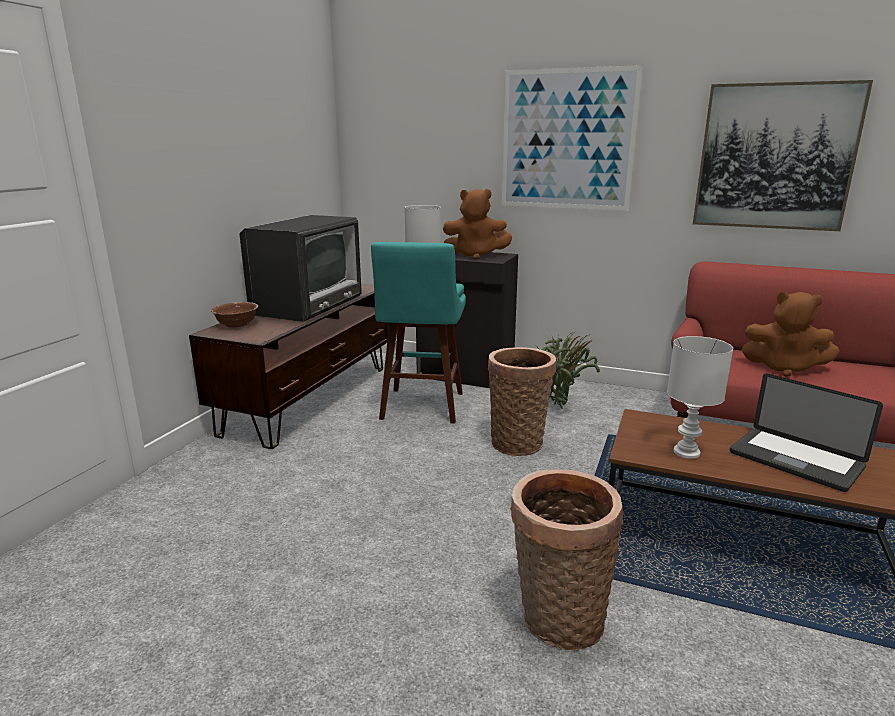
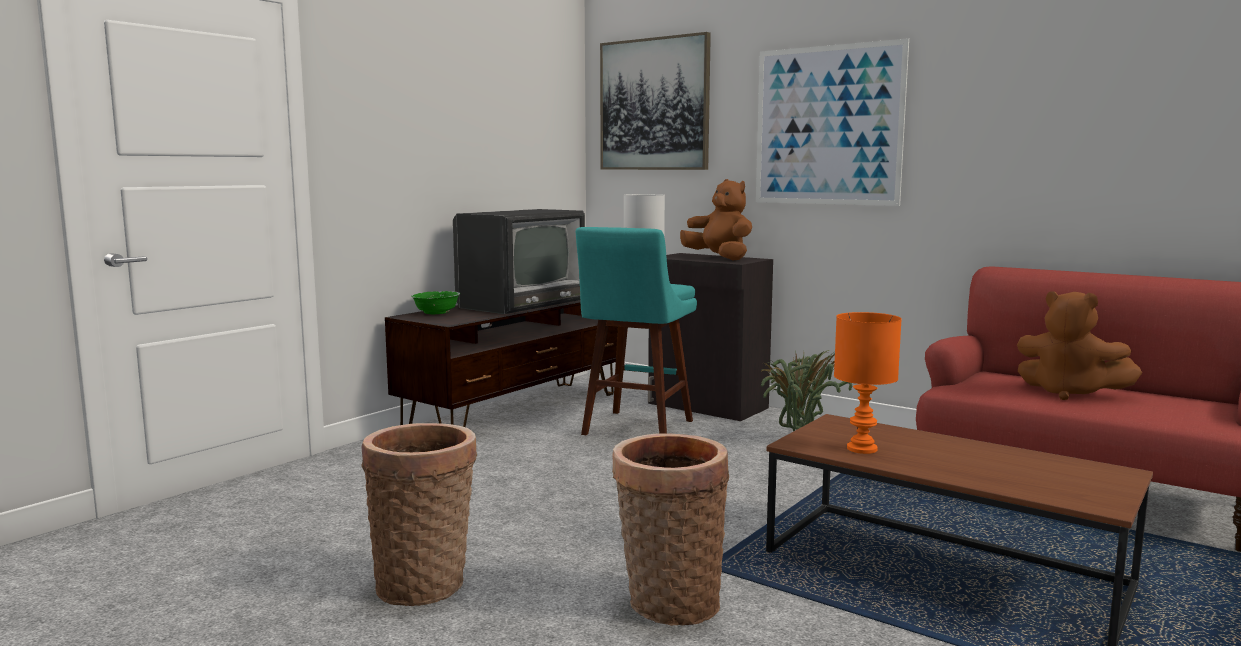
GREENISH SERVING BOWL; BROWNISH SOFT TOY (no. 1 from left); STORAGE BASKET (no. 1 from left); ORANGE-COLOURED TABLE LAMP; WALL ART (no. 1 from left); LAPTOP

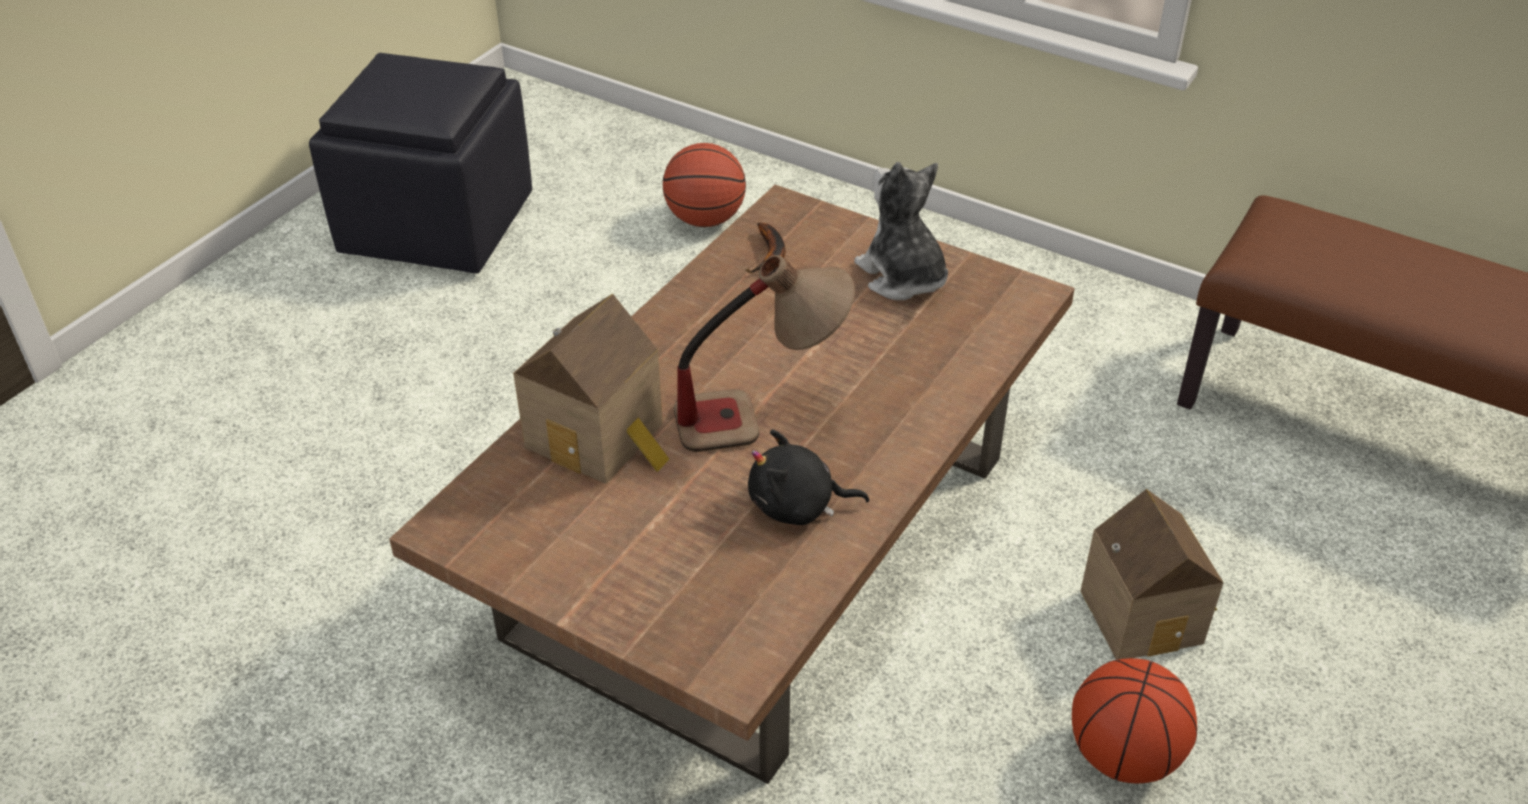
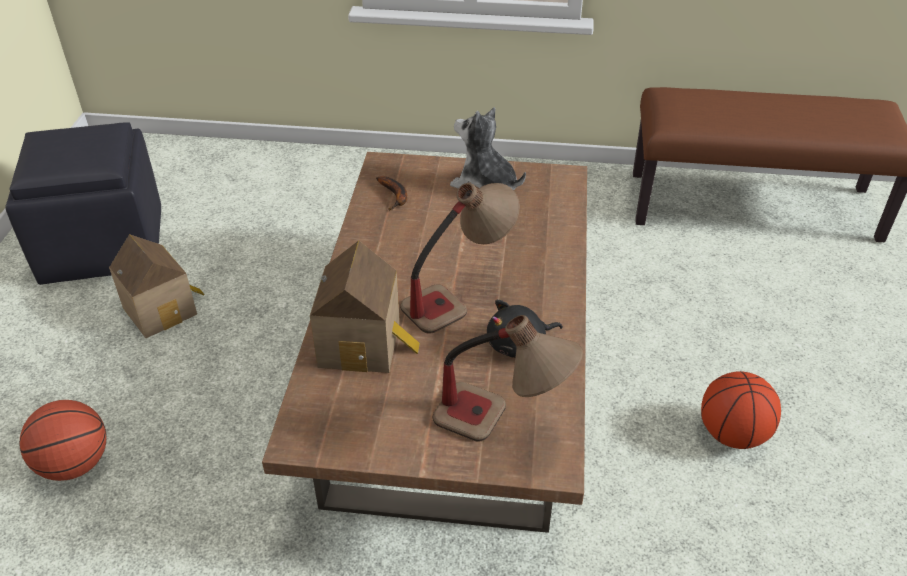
BASKETBALL (no. 1 from left); TOY HOUSE (no. 1 from left); TABLE LAMP (no. 2 from left)

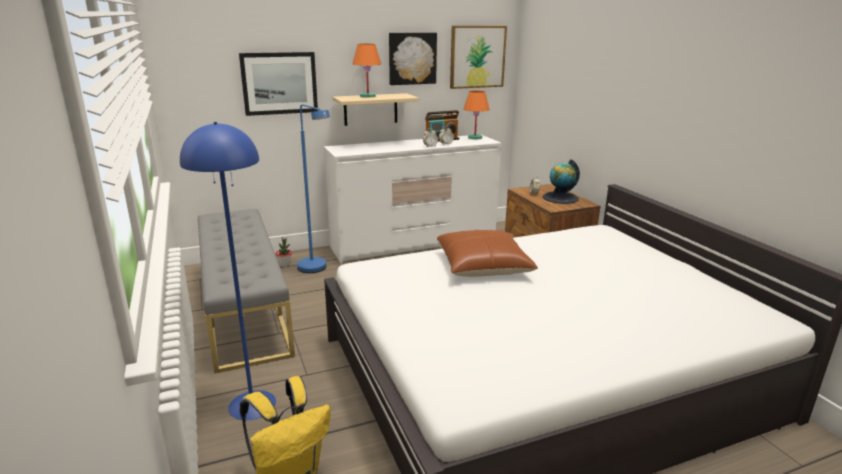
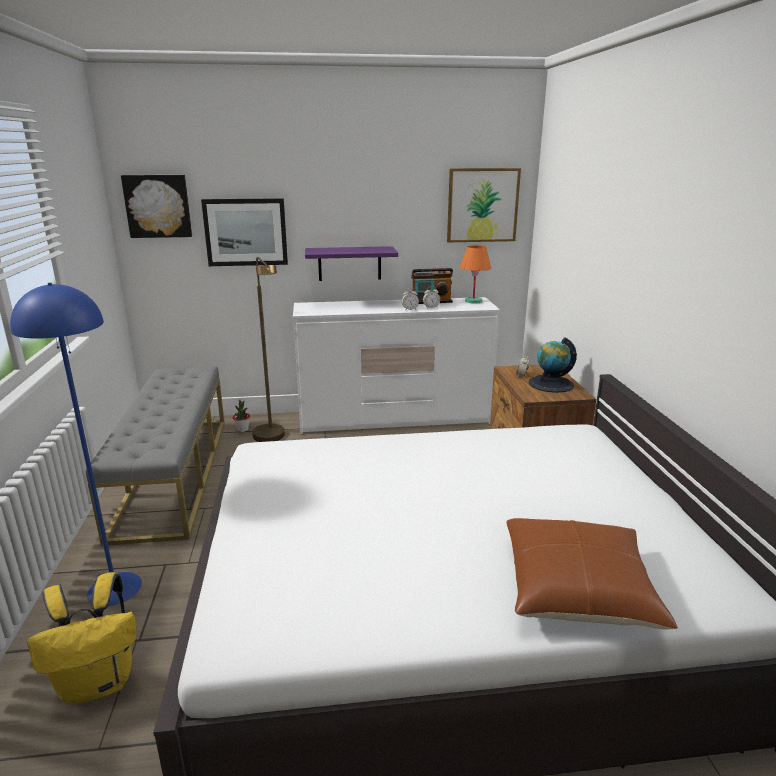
BROWNISH FLOOR LAMP; PURPLISH BRACKET SHELF; ORANGE-COLOURED TABLE LAMP (no. 1 from left in the first image); WALL ART (no. 1 from left); BROWNISH CUSHION

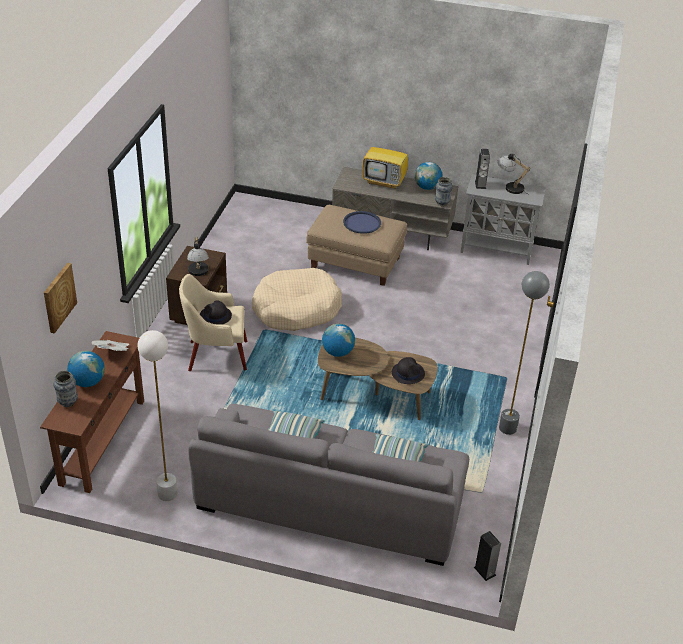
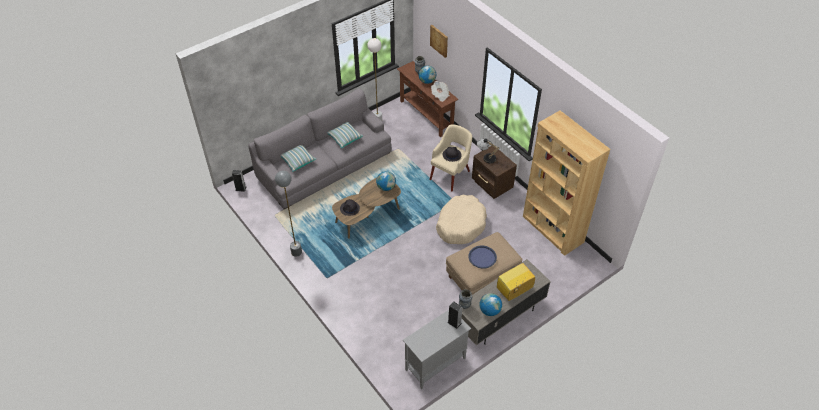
TABLE LAMP (no. 2 from left in the first image); BROWNISH BOOKCASE

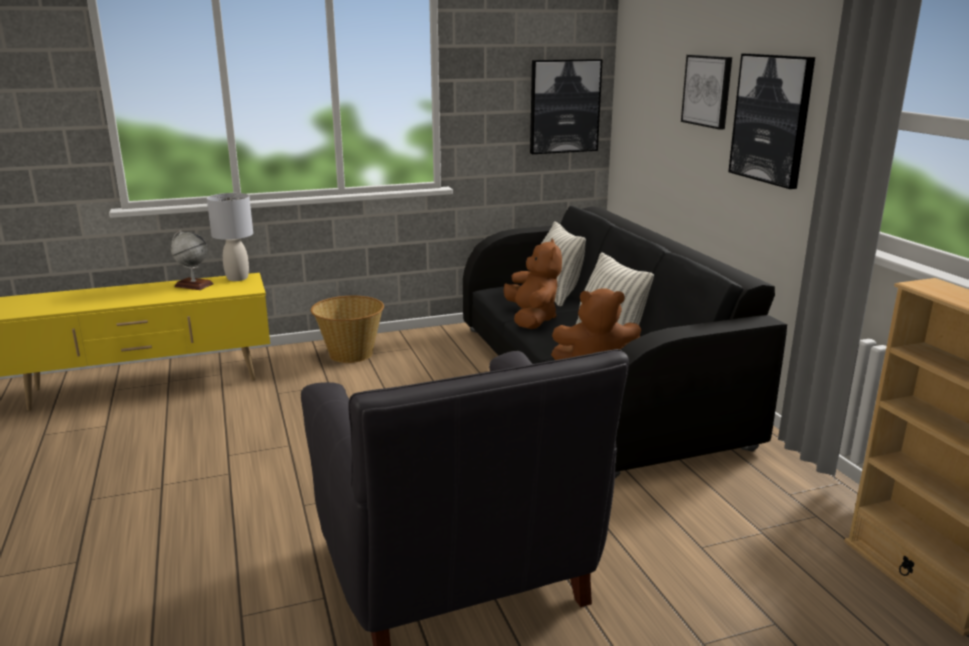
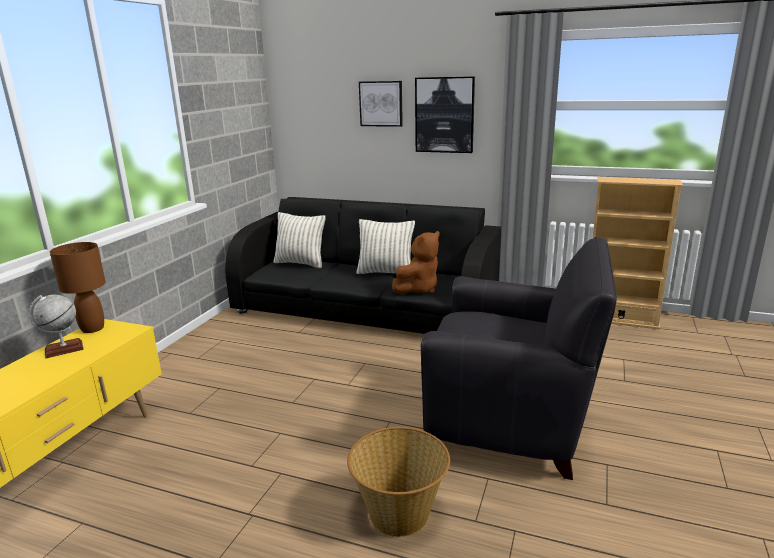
BROWNISH TABLE LAMP; STORAGE BASKET; BROWNISH SOFT TOY (no. 1 from left in the first image); WALL ART (no. 1 from left in the first image)

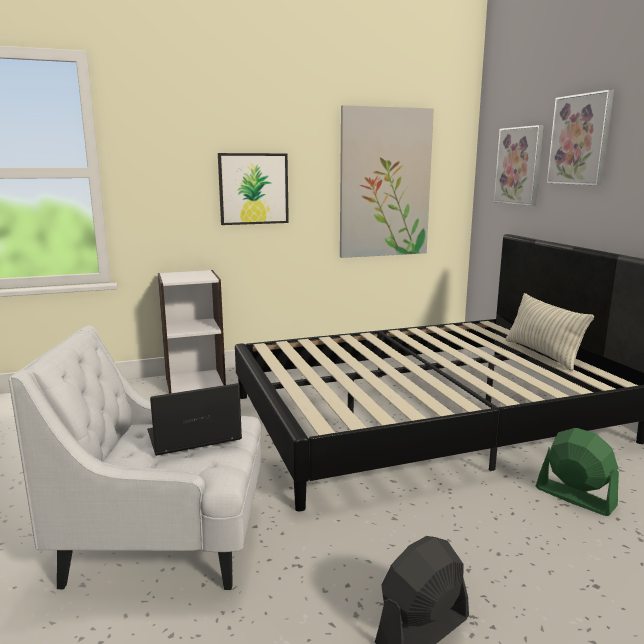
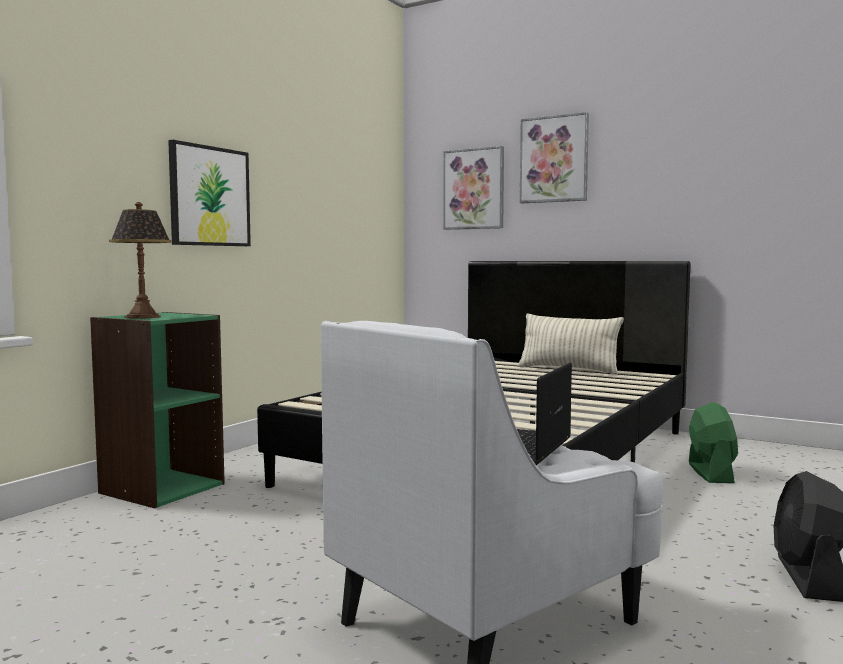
GREENISH BOOKCASE; WALL ART (no. 2 from left in the first image); GREENISH ELECTRIC FAN; TABLE LAMP

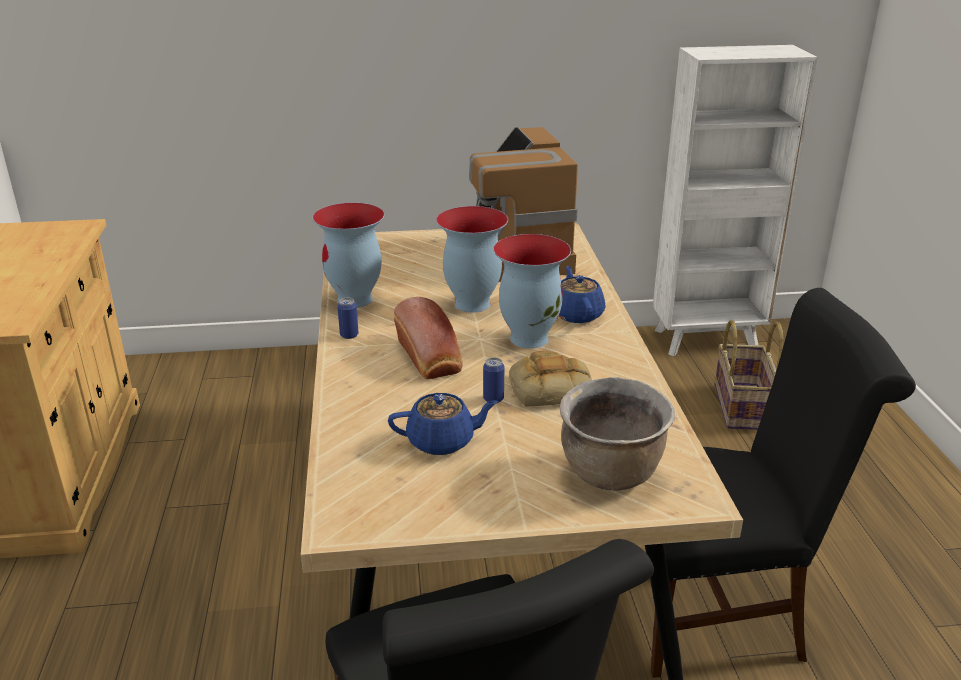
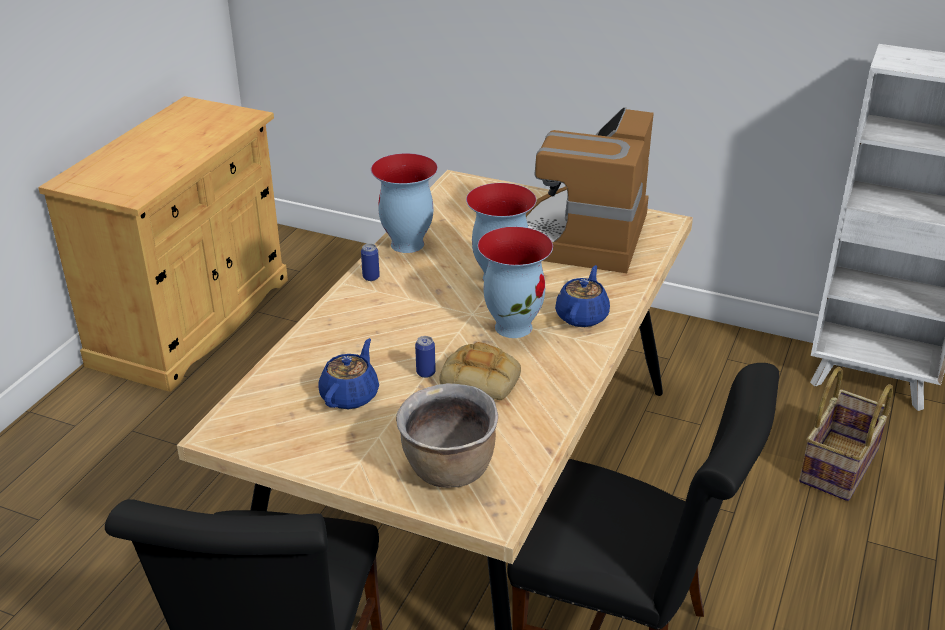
BLUE-COLOURED POT FOR TEA (no. 1 from left); BREAD (no. 1 from left in the first image)

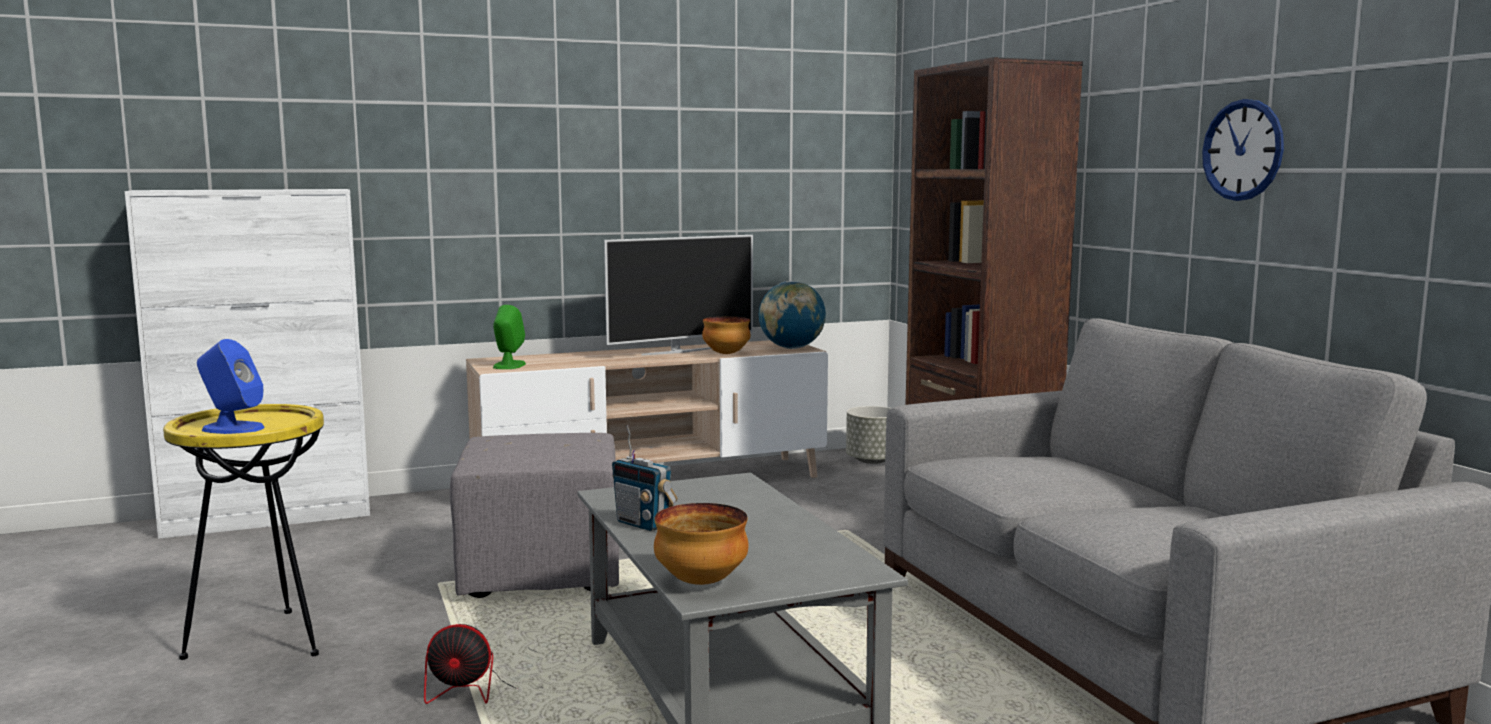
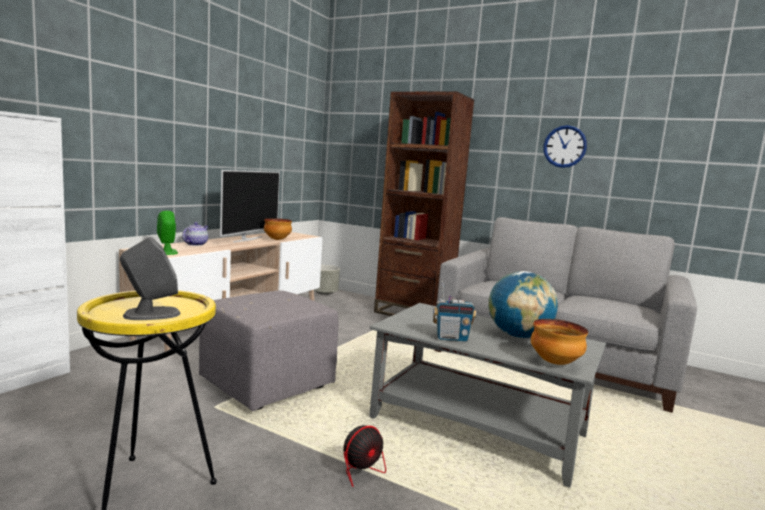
GREY SPEAKER; DESK GLOBE; POT FOR TEA

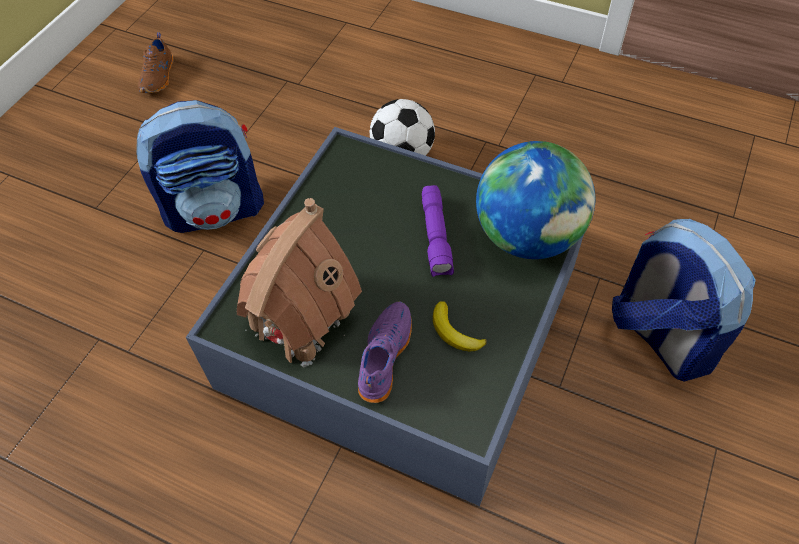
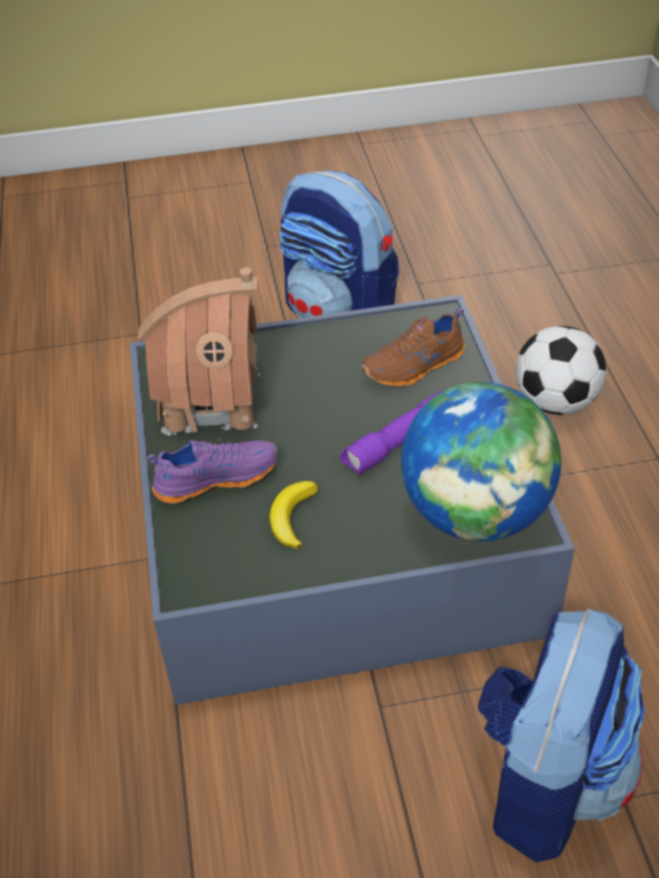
BROWNISH LOW SHOE

